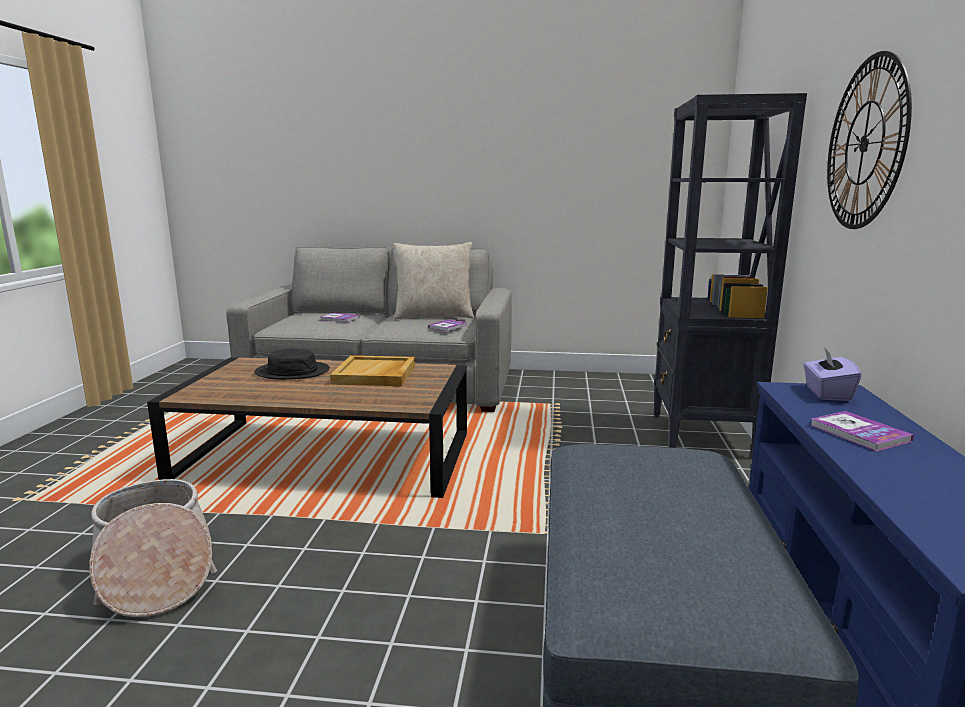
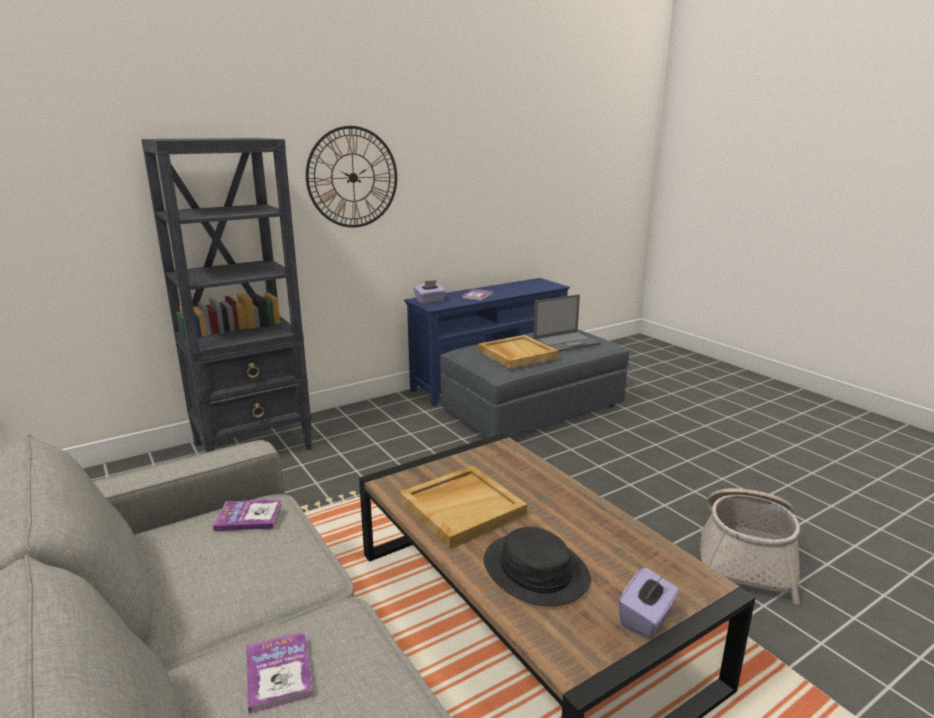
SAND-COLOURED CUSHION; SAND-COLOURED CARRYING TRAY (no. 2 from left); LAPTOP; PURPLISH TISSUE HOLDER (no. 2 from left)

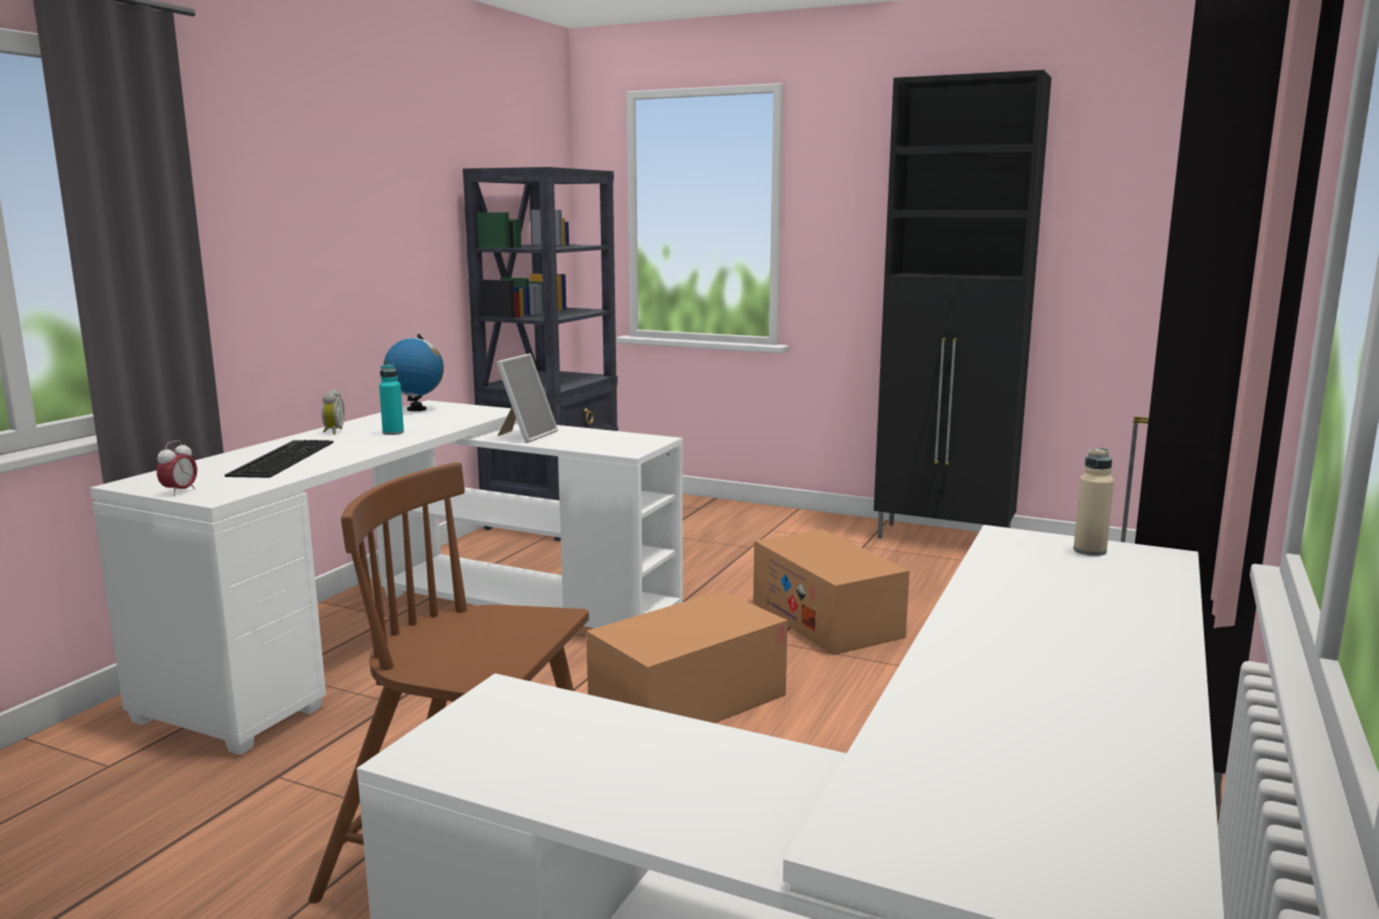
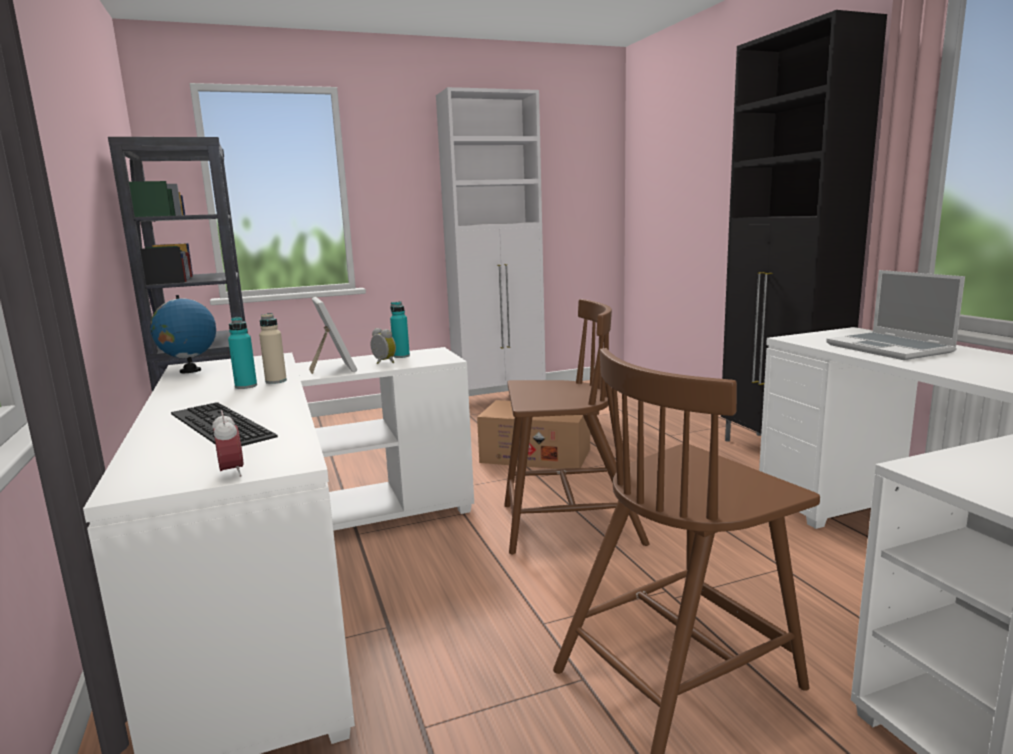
TABLE CLOCK (no. 2 from left); BROWNISH PLAIN CHAIR (no. 1 from left); WHITE-COLOURED CUPBOARD; SAND-COLOURED BOTTLE; TURQUOISE BOTTLE (no. 2 from left); LAPTOP

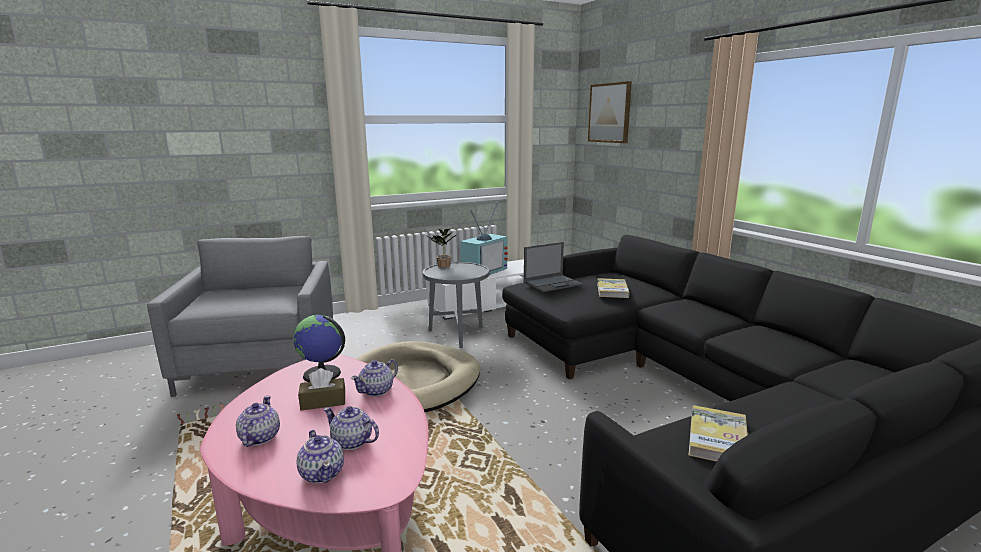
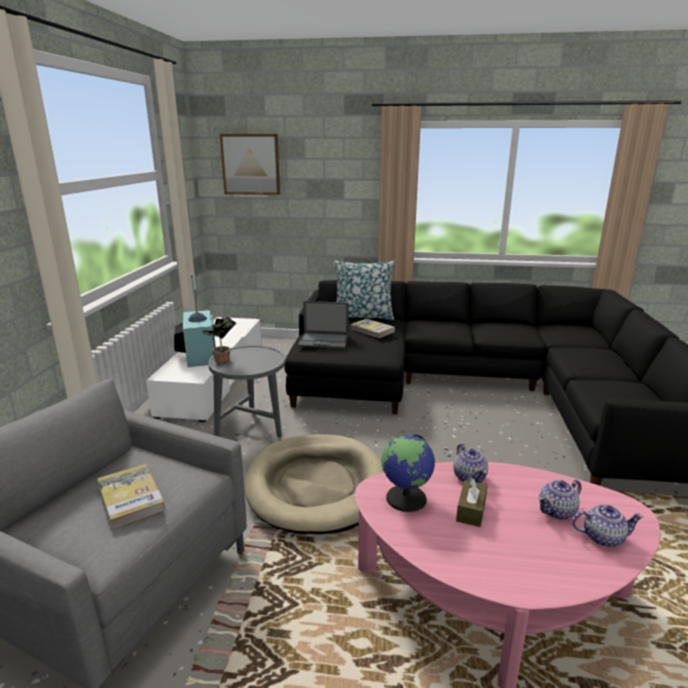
POT FOR TEA (no. 1 from left in the first image); LAPTOP; BOOK (no. 1 from left); CUSHION

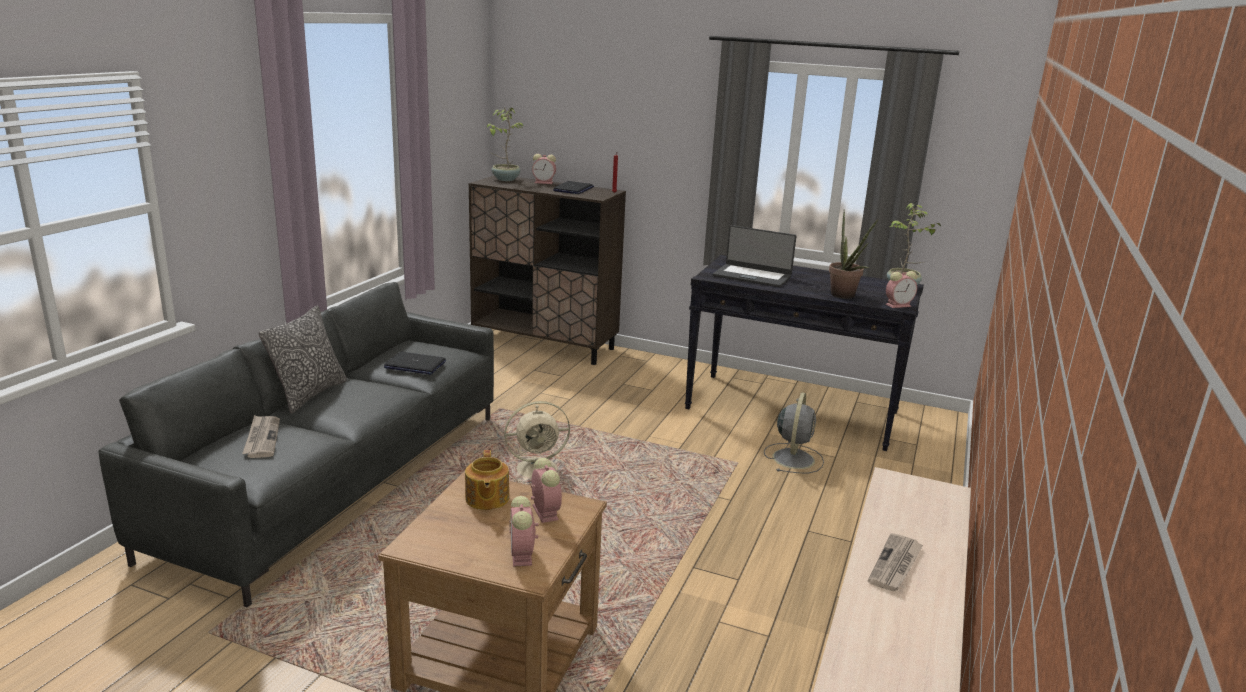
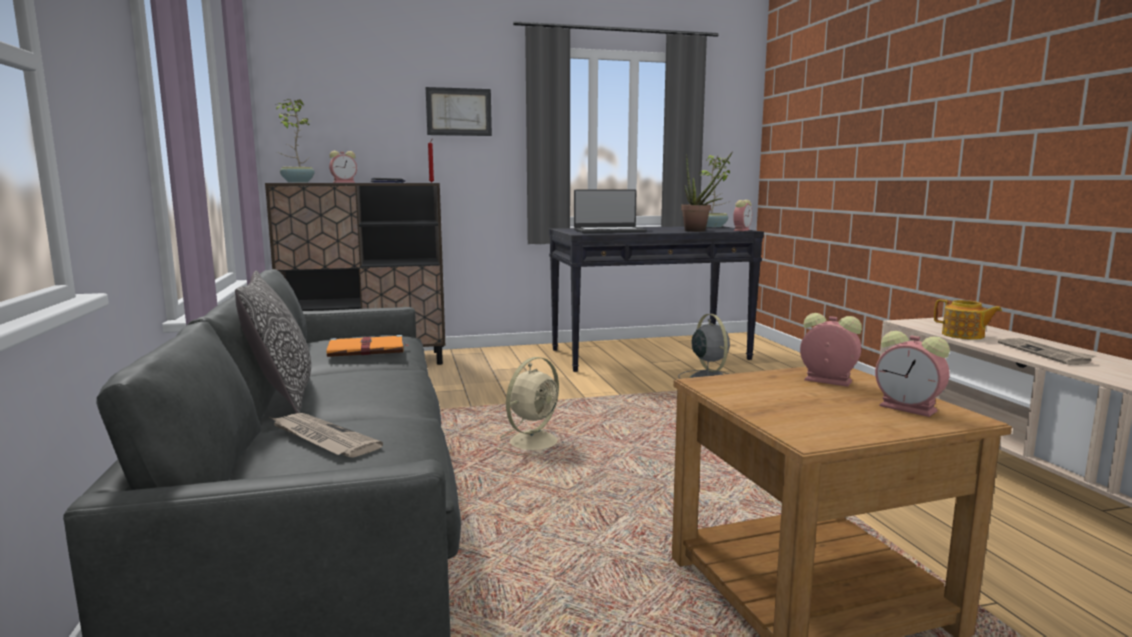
ORANGE-COLOURED BOOK; POT FOR TEA; WALL ART

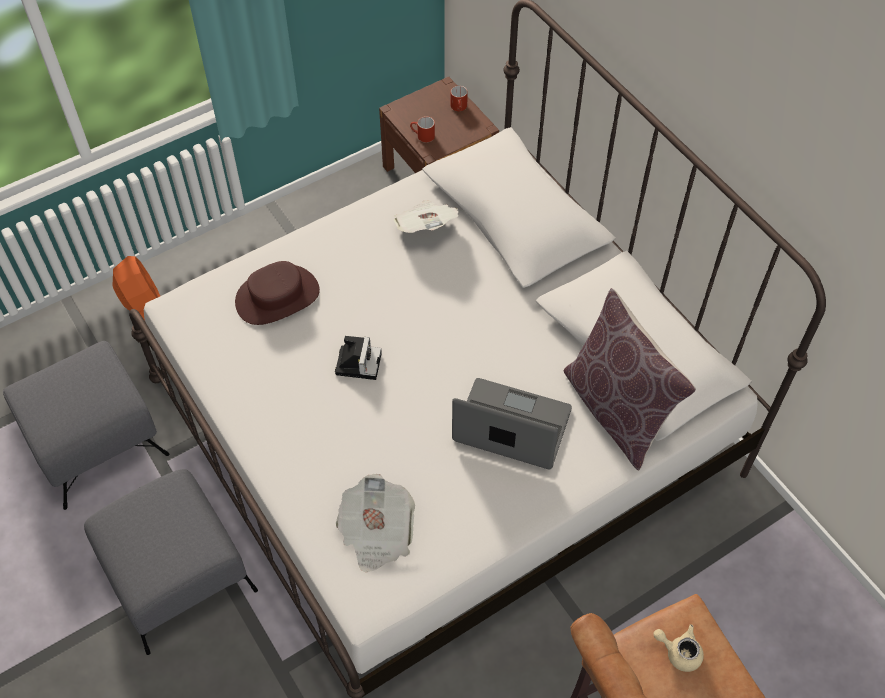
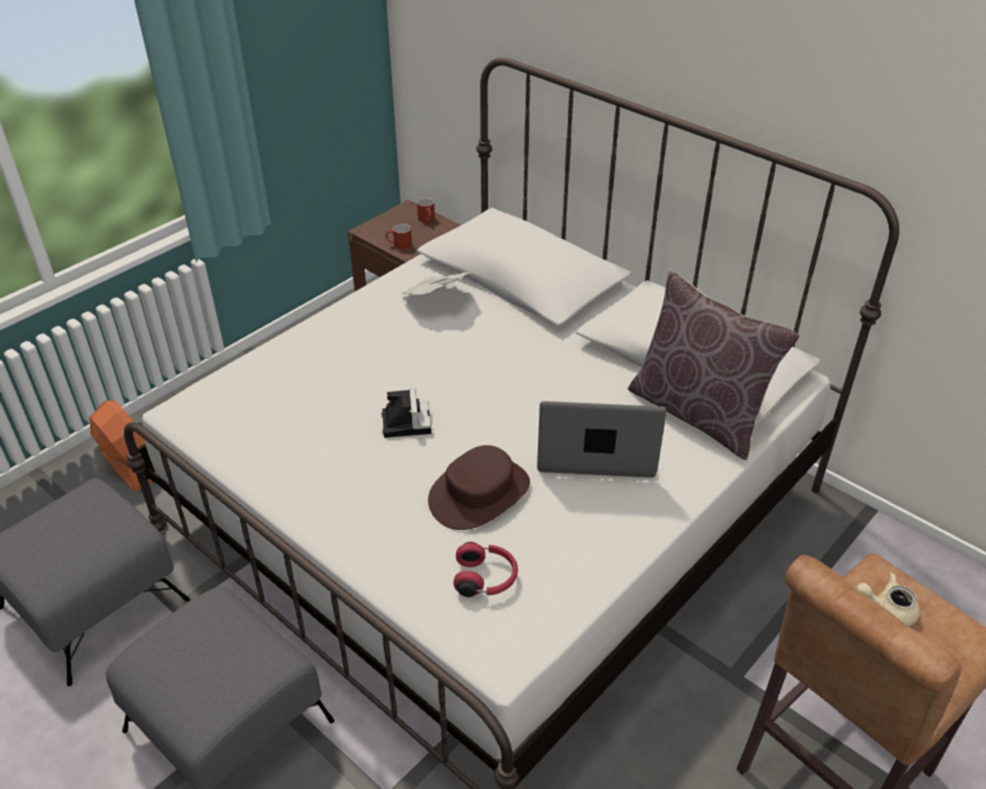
BROWNISH WEARABLE HAT; RED-COLOURED HEADSET

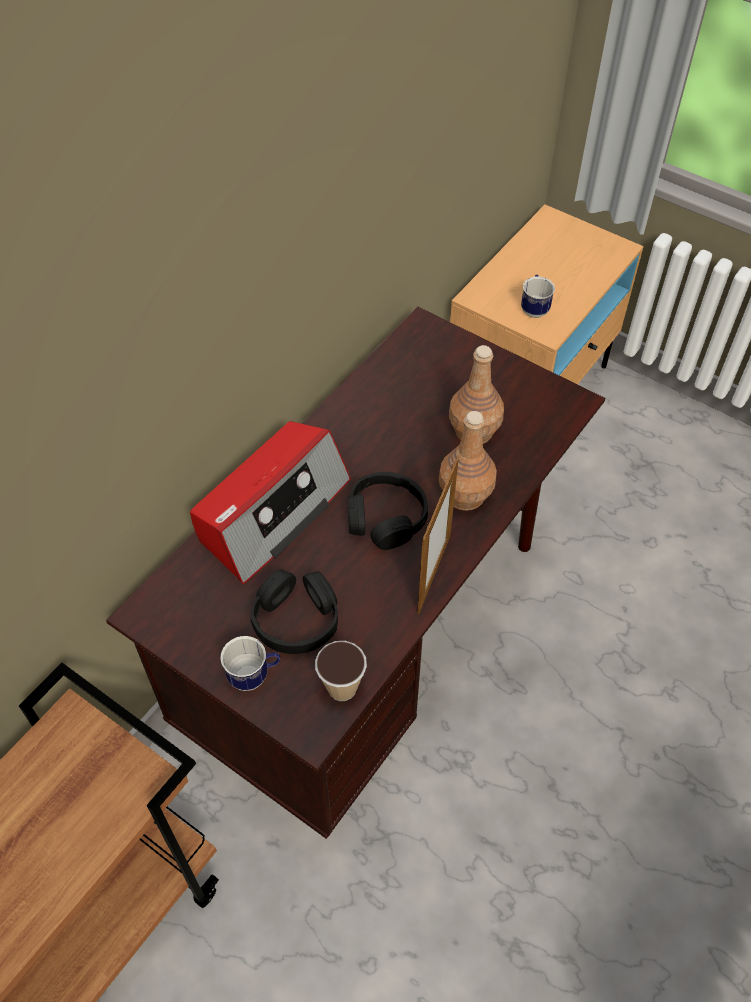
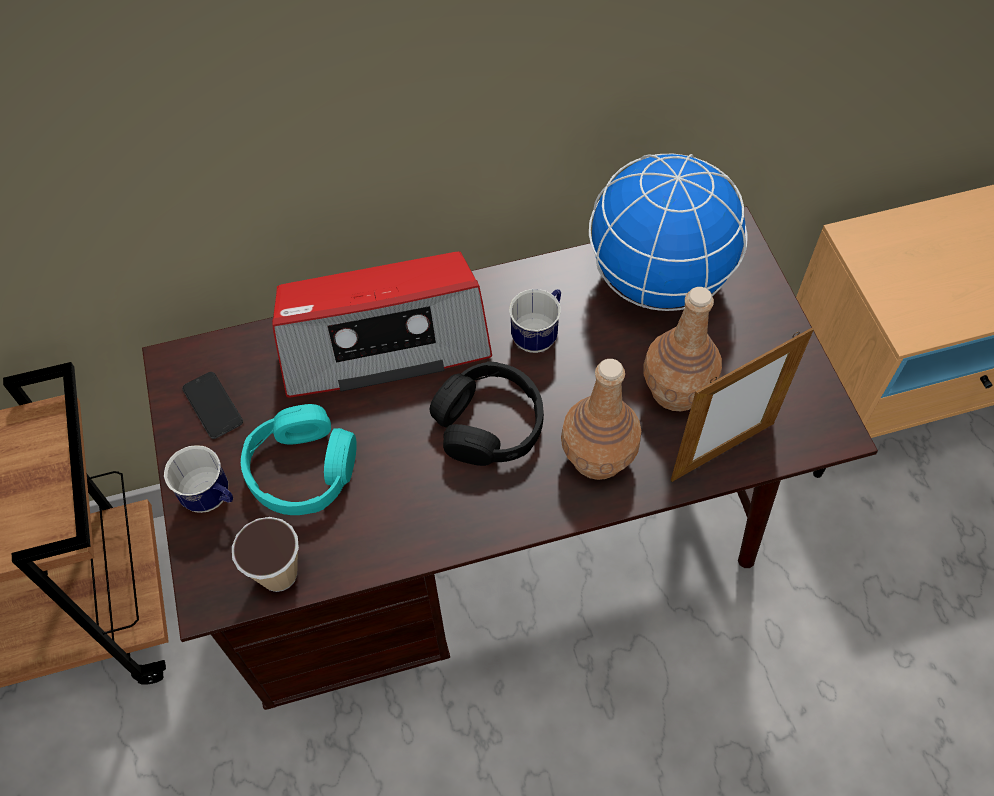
TURQUOISE HEADSET; STANDING FRAME; MUG (no. 2 from left); HANDSET; DESK GLOBE

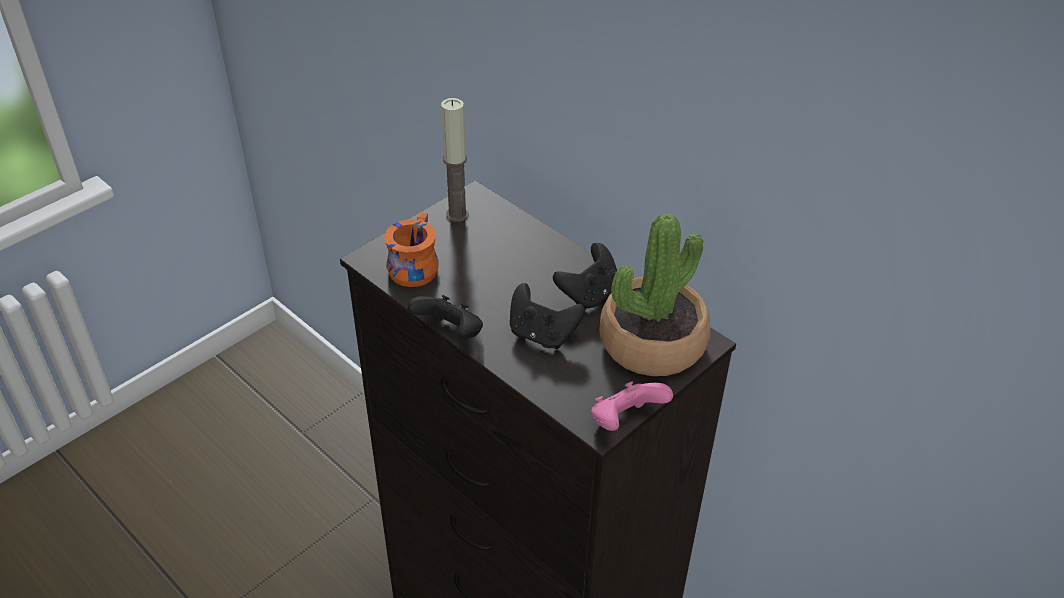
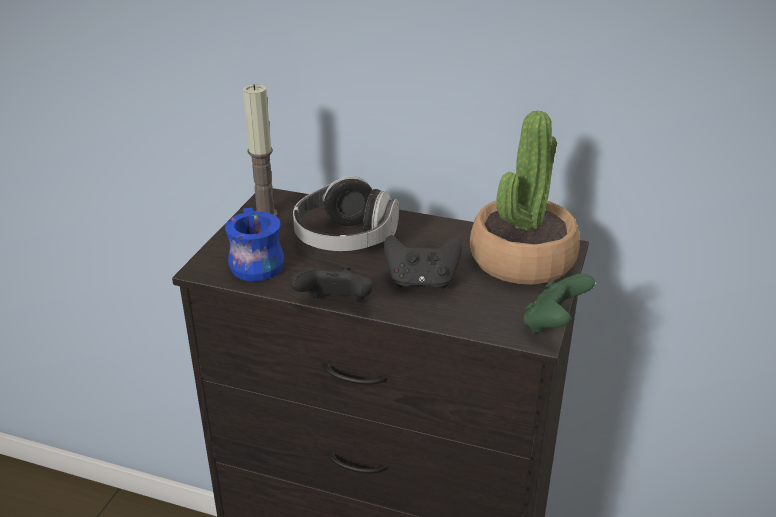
BLUE-COLOURED MUG; BLACK JOYPAD (no. 3 from left in the first image); GREENISH JOYPAD; HEADSET

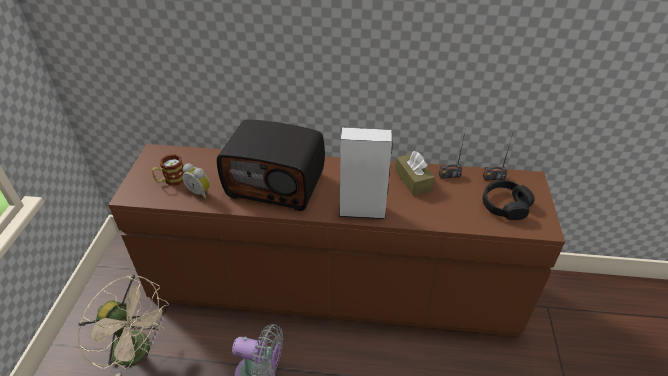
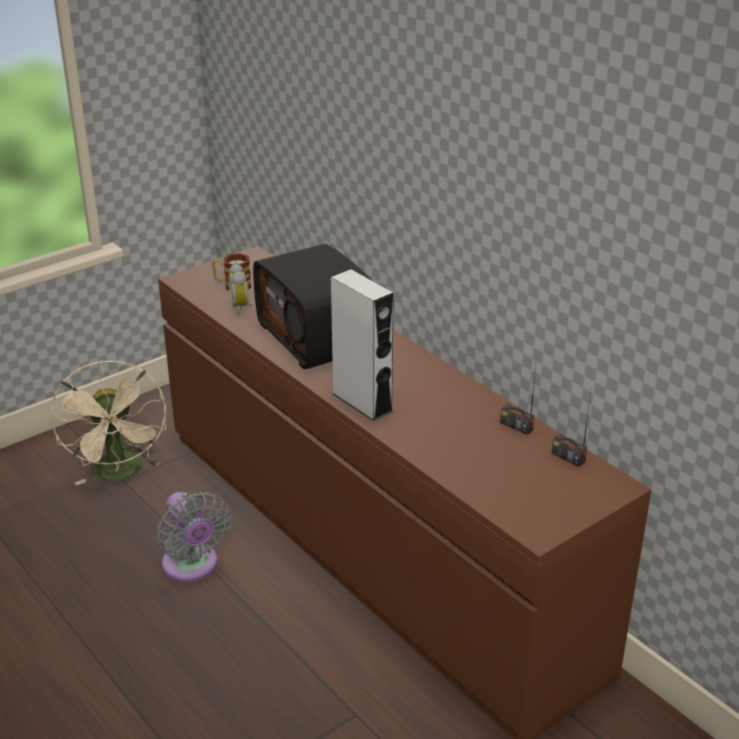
BROWNISH TISSUE HOLDER; BLACK HEADSET

